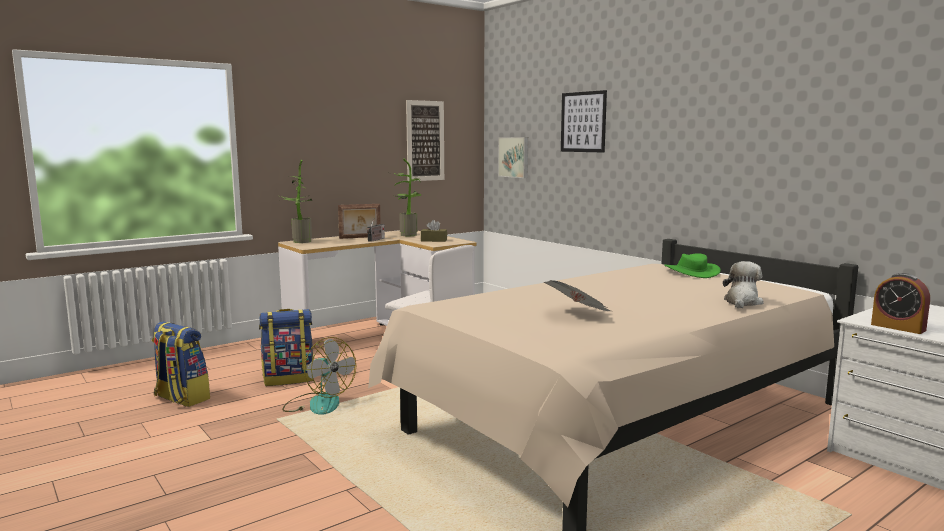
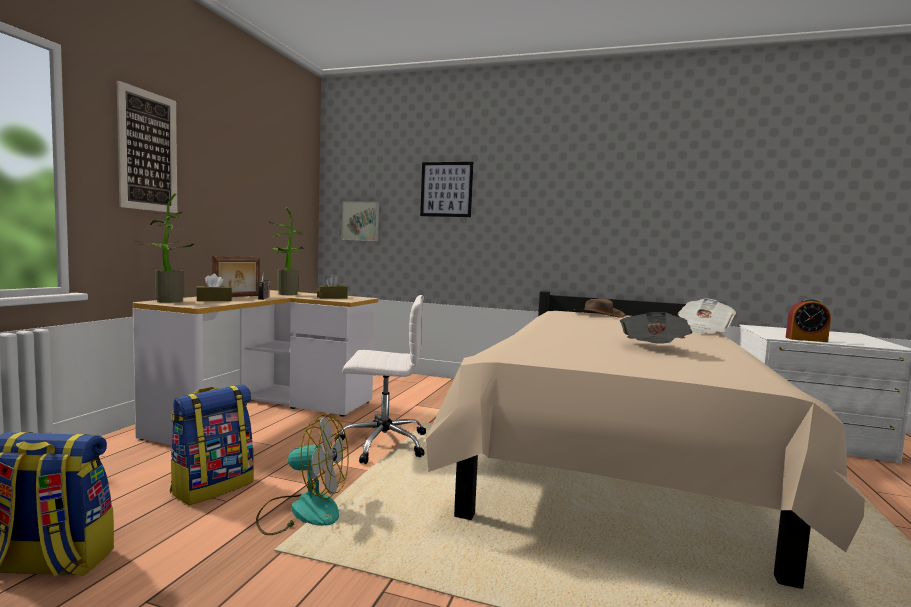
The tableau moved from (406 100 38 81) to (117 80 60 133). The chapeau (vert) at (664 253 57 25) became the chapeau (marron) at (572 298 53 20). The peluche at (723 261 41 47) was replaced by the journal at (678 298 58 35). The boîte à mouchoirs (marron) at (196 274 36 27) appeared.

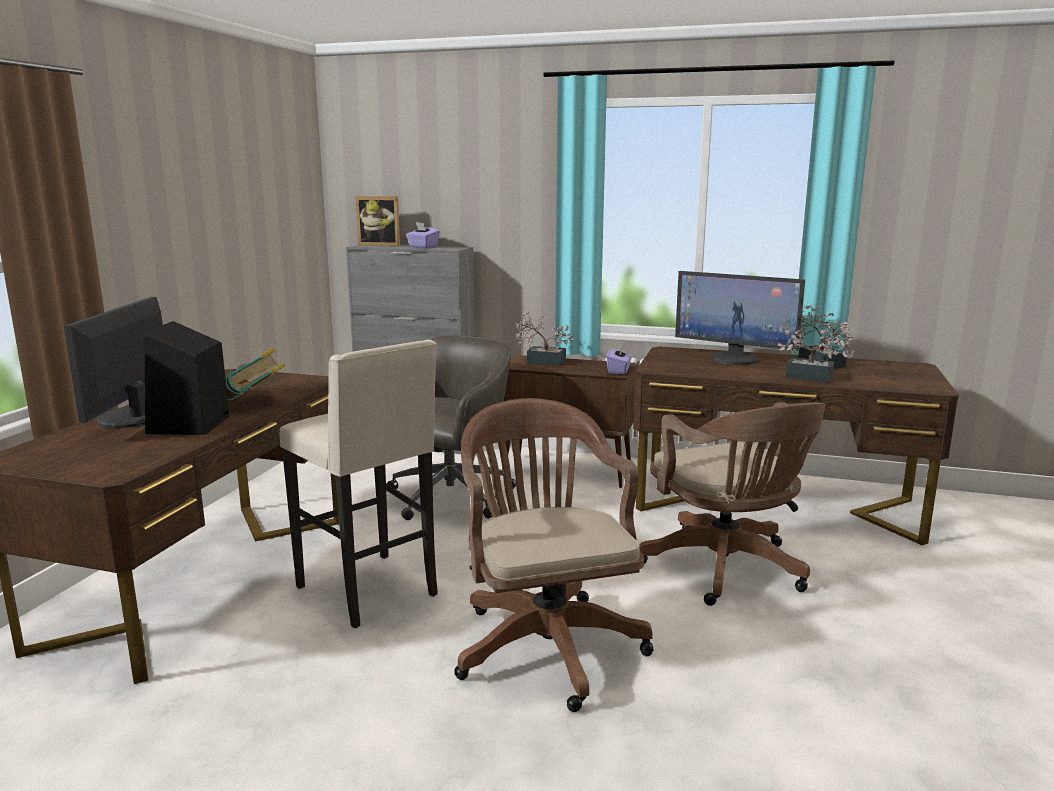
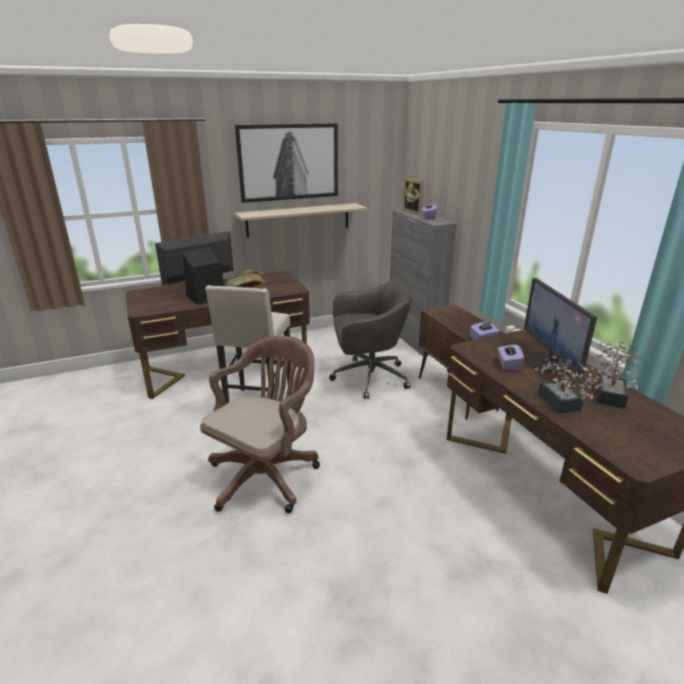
The plante en pot at (515 311 59 55) disappeared. The chaise de bureau (marron) at (640 402 185 204) disappeared. The tableau at (235 123 103 80) appeared. The étagère at (235 203 132 34) appeared. The boîte à mouchoirs (violet) at (498 344 26 27) appeared.

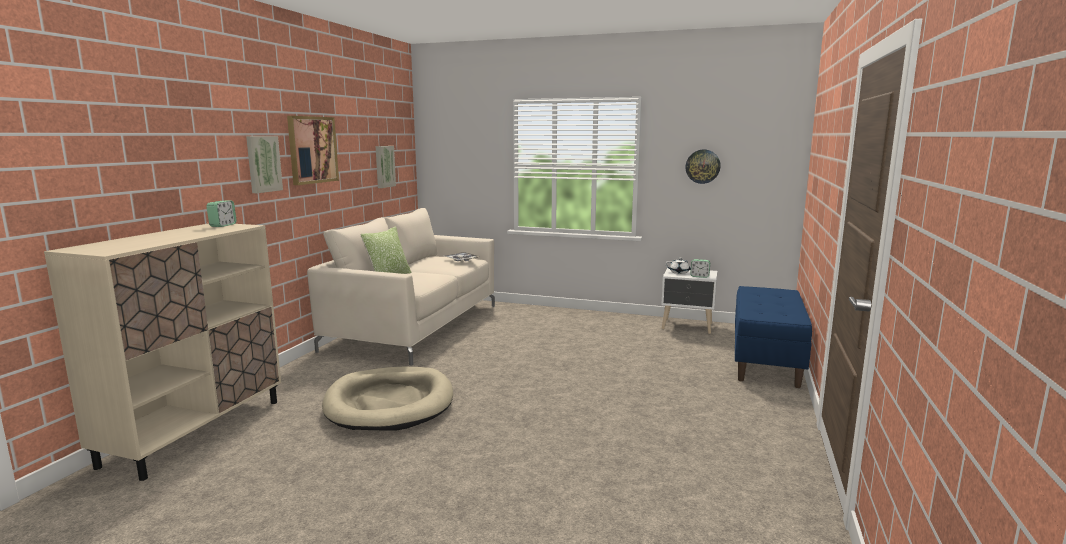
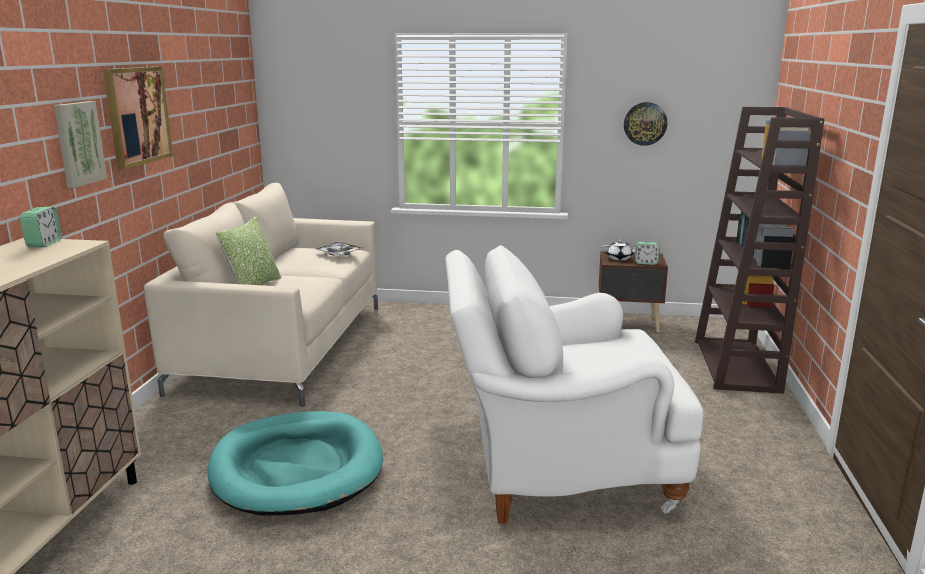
The panier pour chien (beige) at (322 367 131 64) became the panier pour chien (turquoise) at (208 411 175 105). The tableau at (375 146 21 42) disappeared. The table de chevet (blanc) at (661 268 56 66) became the table de chevet (marron) at (599 251 69 81). The banc (bleu) at (735 286 77 102) was replaced by the bibliothèque (marron) at (695 107 130 287). The fauteuil (blanc) at (445 245 258 278) appeared.

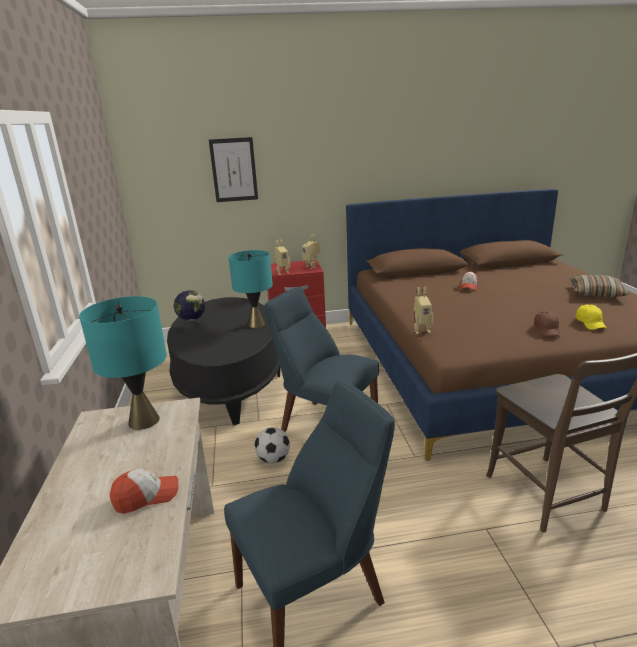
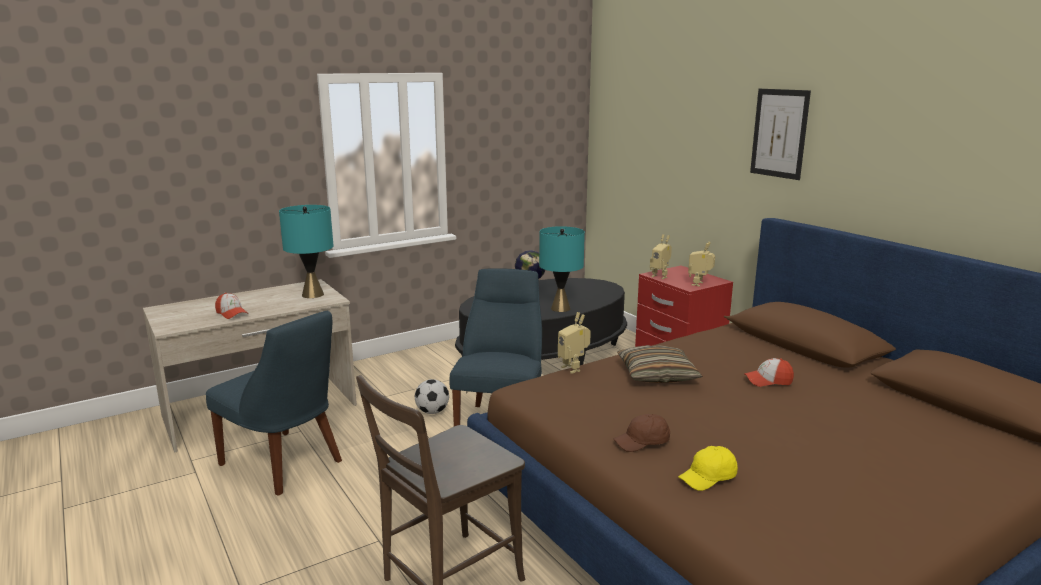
The tableau moved from (209 137 49 65) to (750 89 61 91). The coussin moved from (570 275 59 22) to (617 345 86 38).

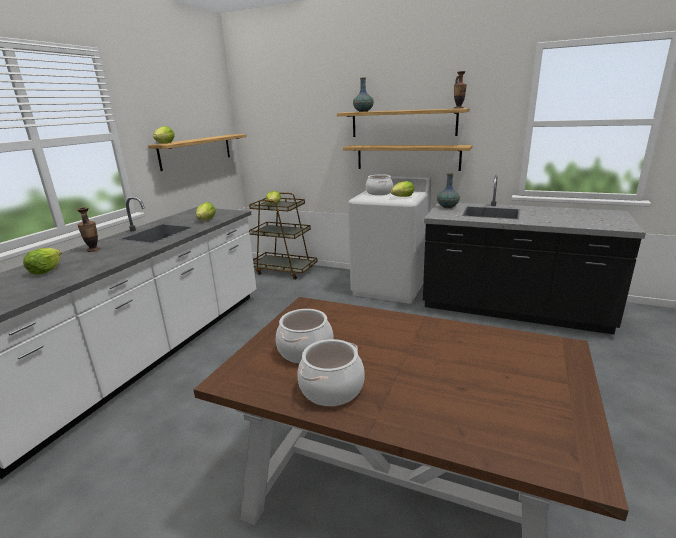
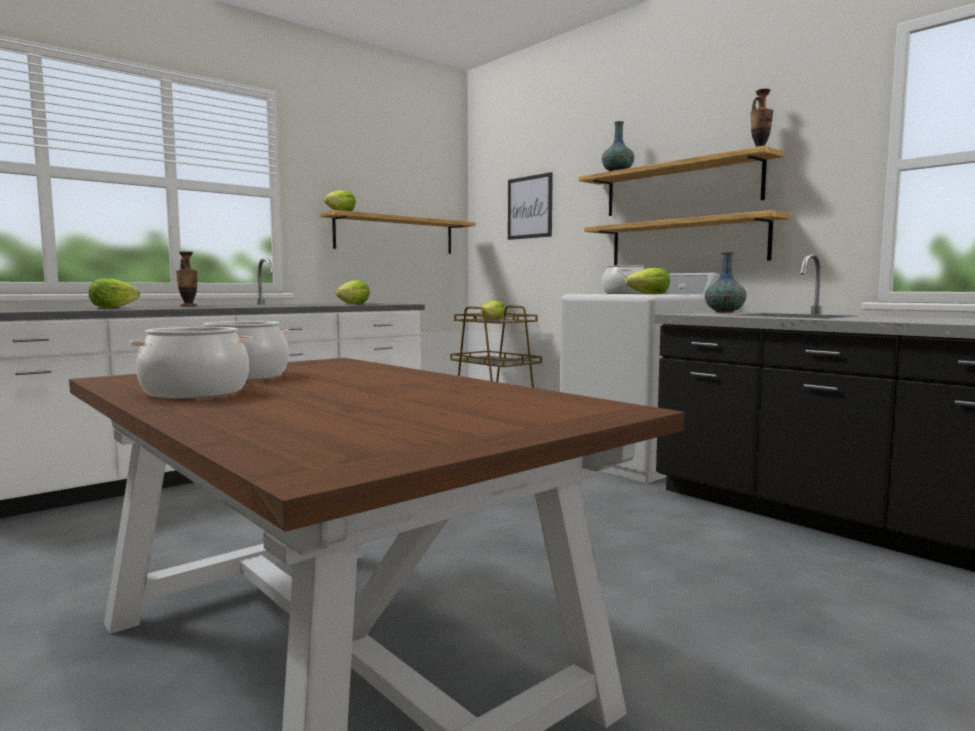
The tableau at (508 172 45 68) appeared.

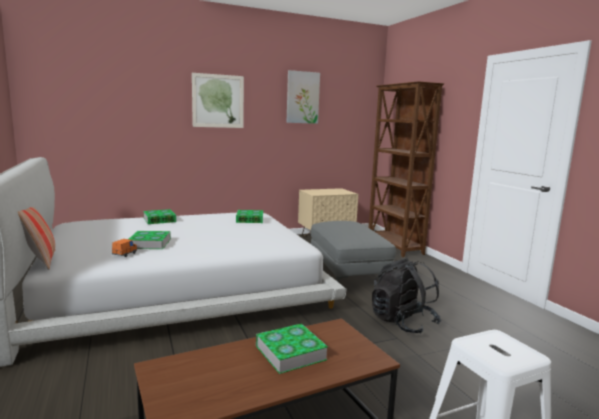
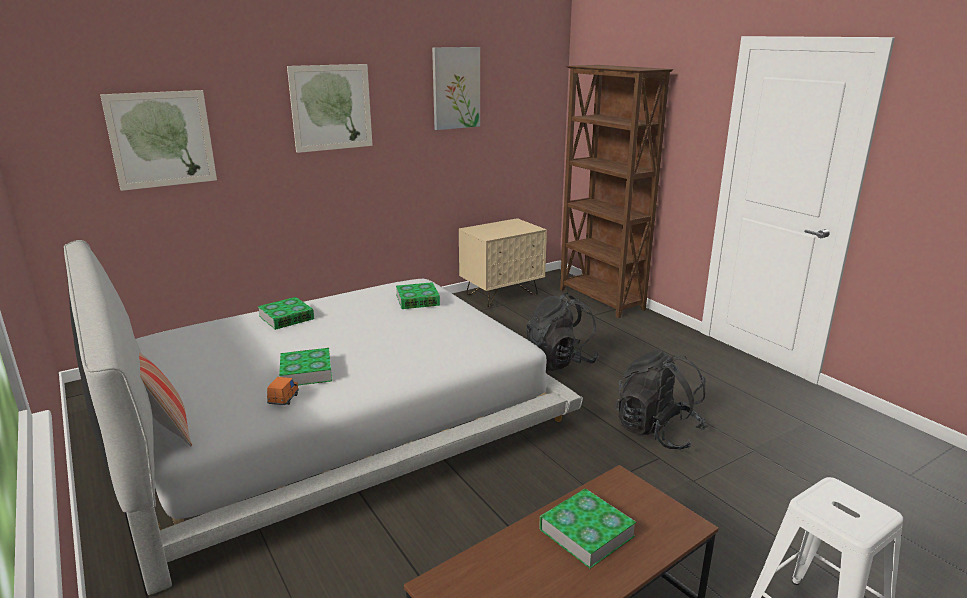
The pouf (gris) at (311 221 85 61) was replaced by the sac à dos (noir) at (527 293 72 78). The tableau at (100 90 117 101) appeared.

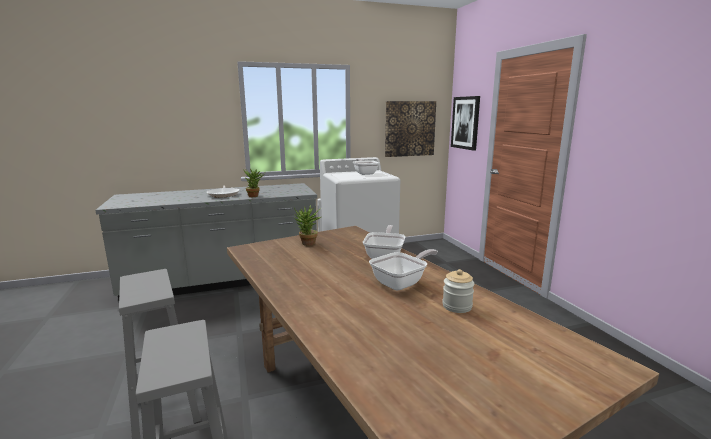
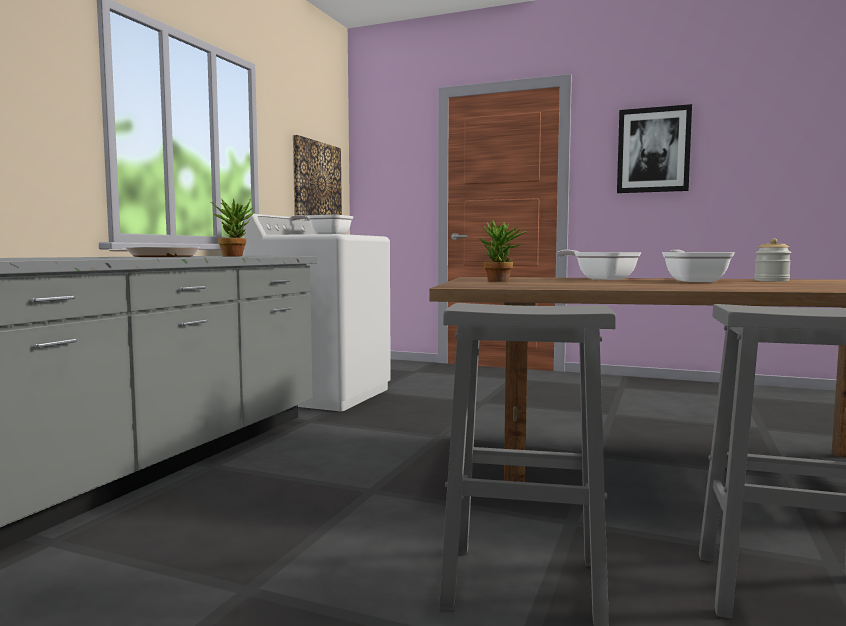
The tableau moved from (451 96 29 55) to (617 104 75 89).

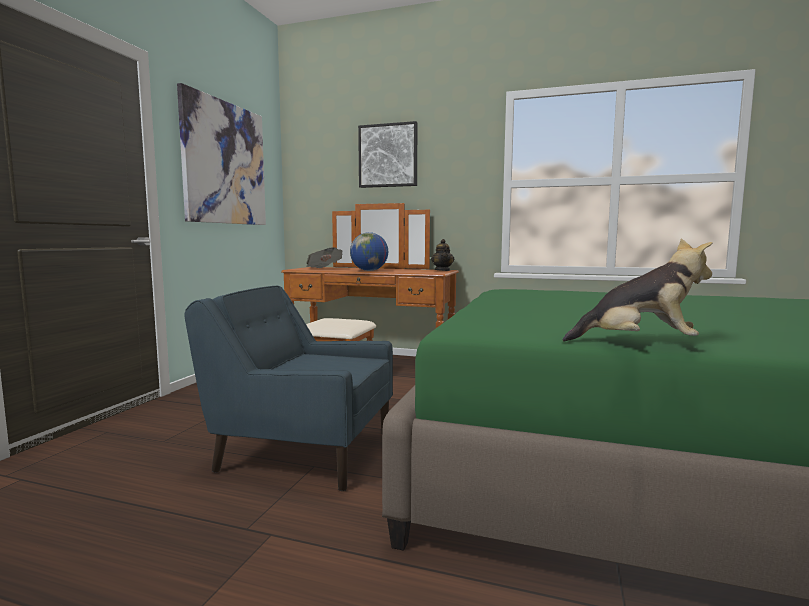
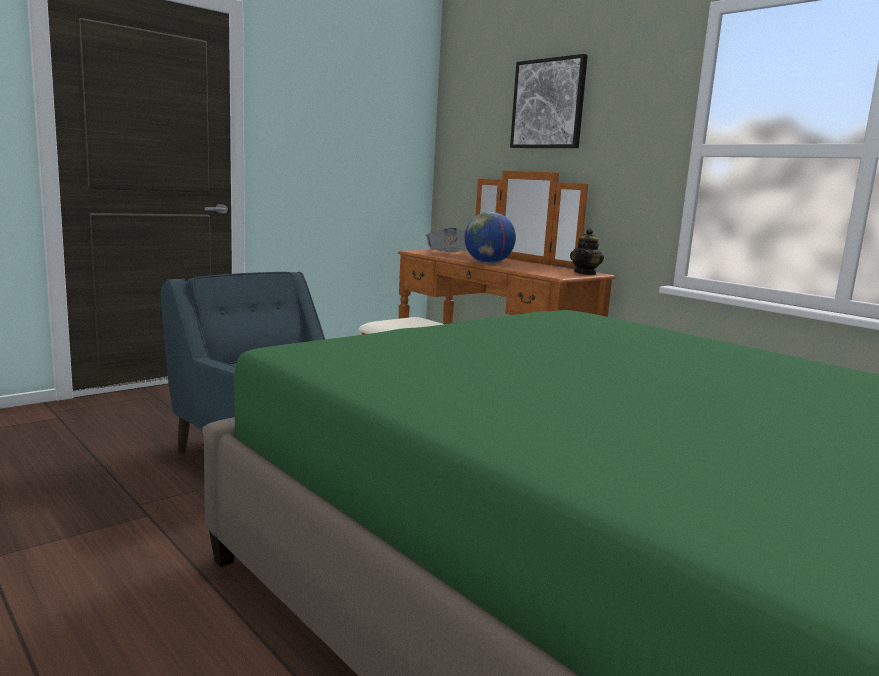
The tableau at (177 83 89 142) disappeared. The peluche at (563 239 149 103) disappeared.

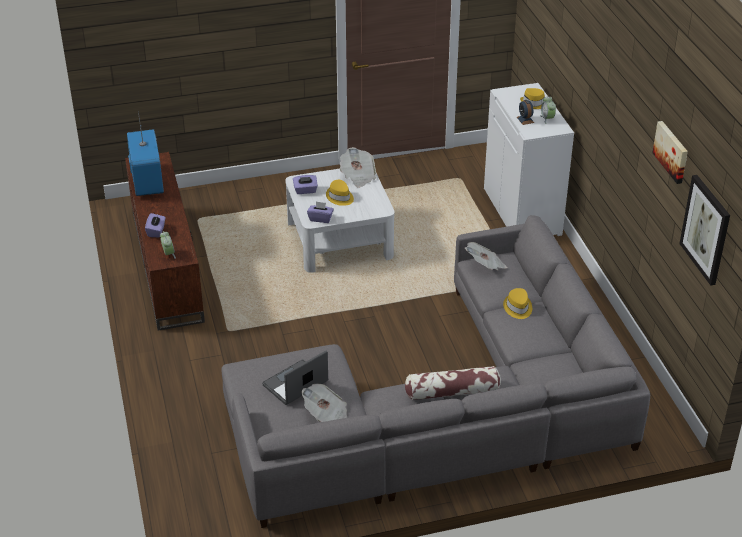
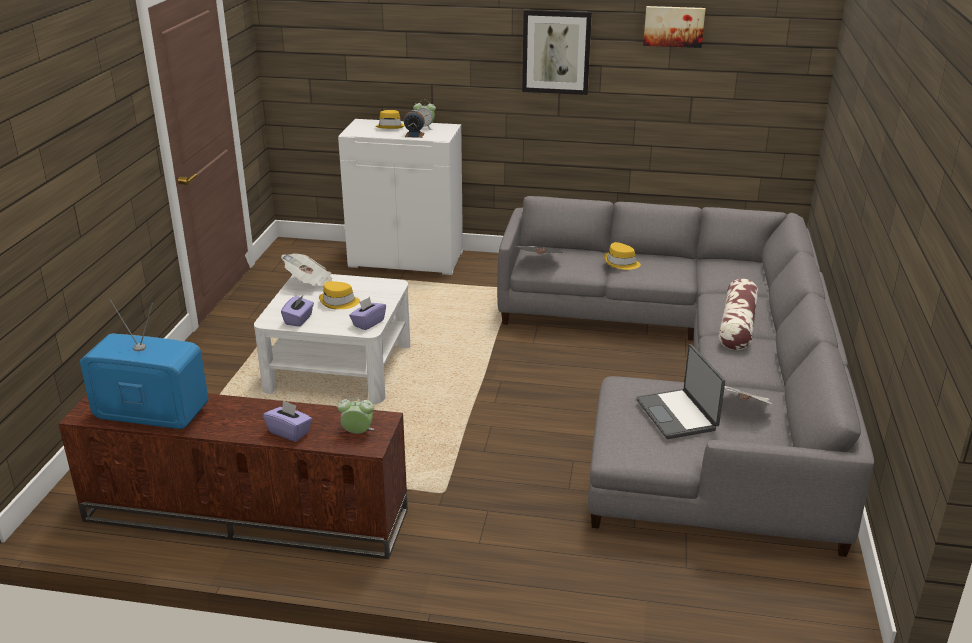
The tableau moved from (679 175 51 111) to (522 10 70 85).

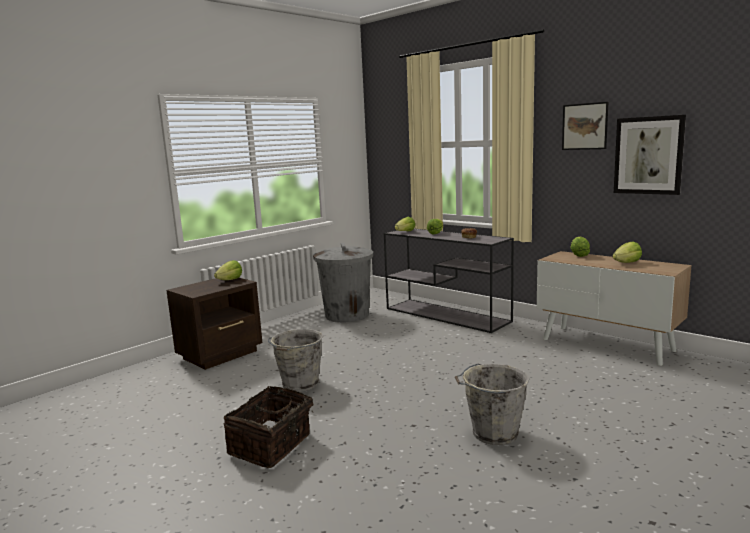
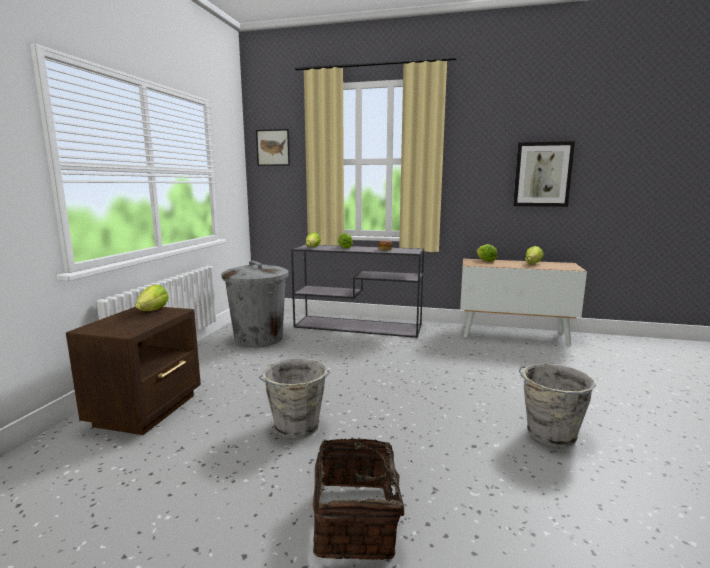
The tableau moved from (562 102 46 48) to (256 129 34 37).

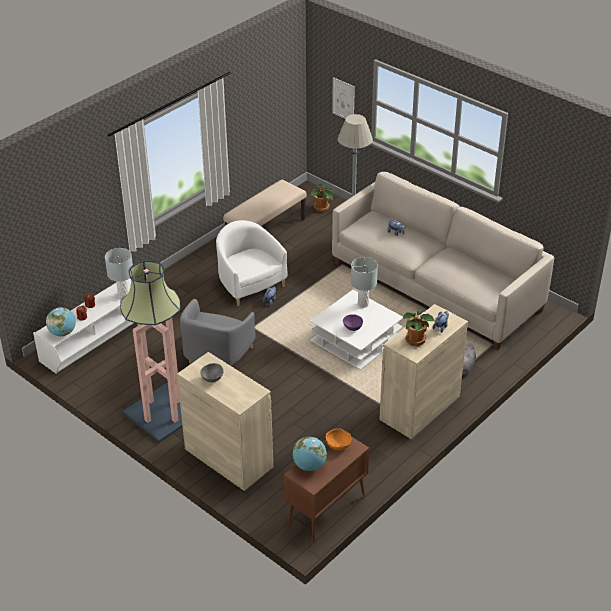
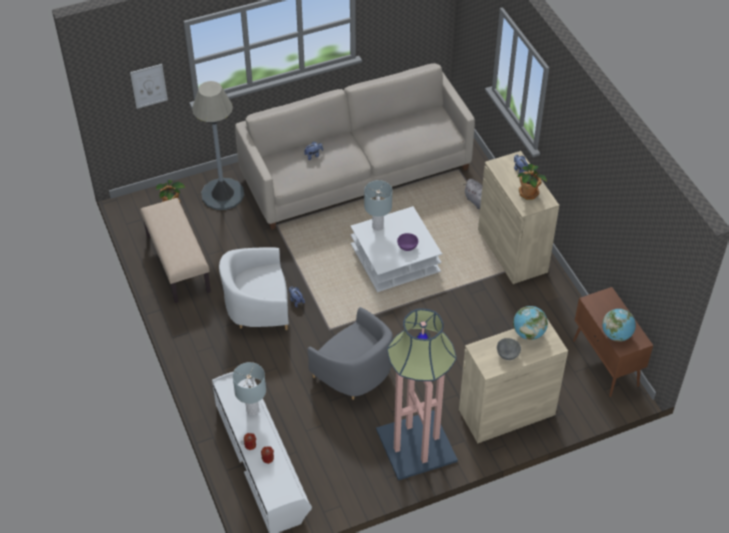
The globe moved from (46 307 30 29) to (513 306 35 34). The bol (orange) at (326 428 25 22) disappeared.

